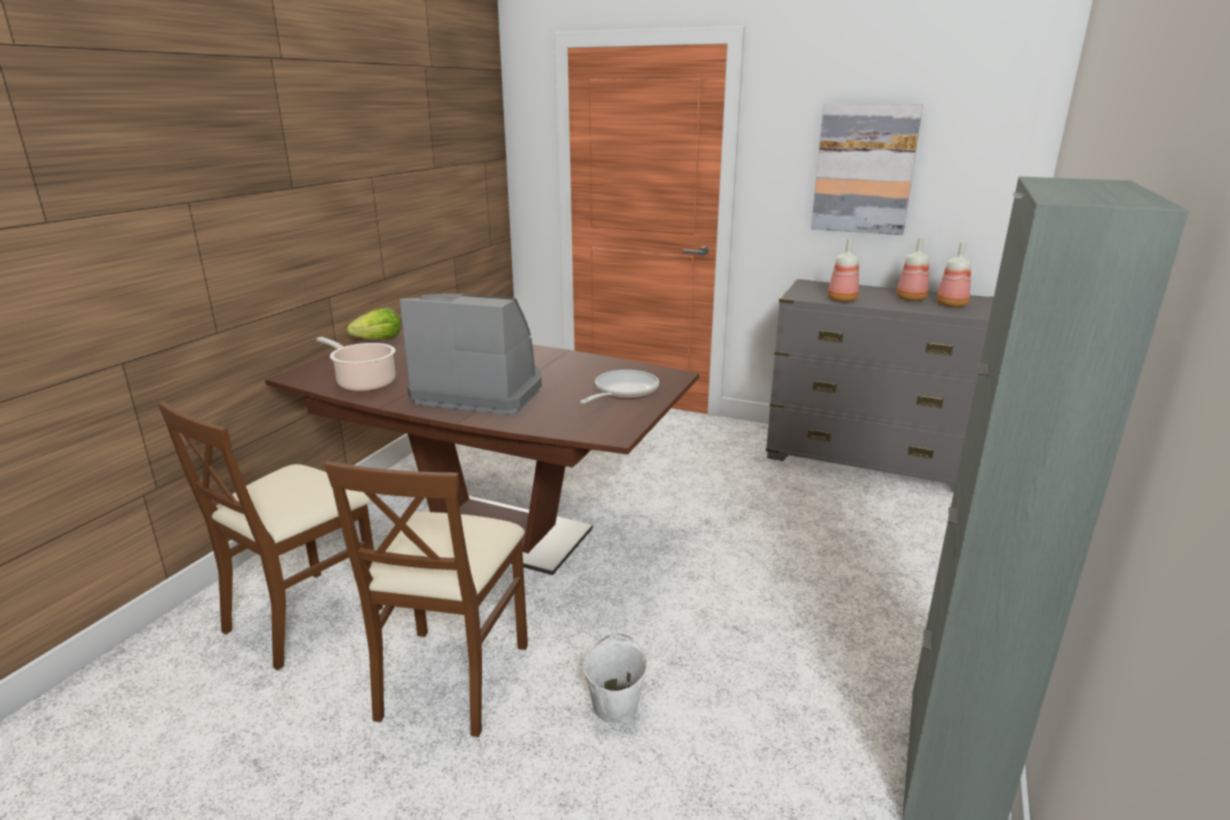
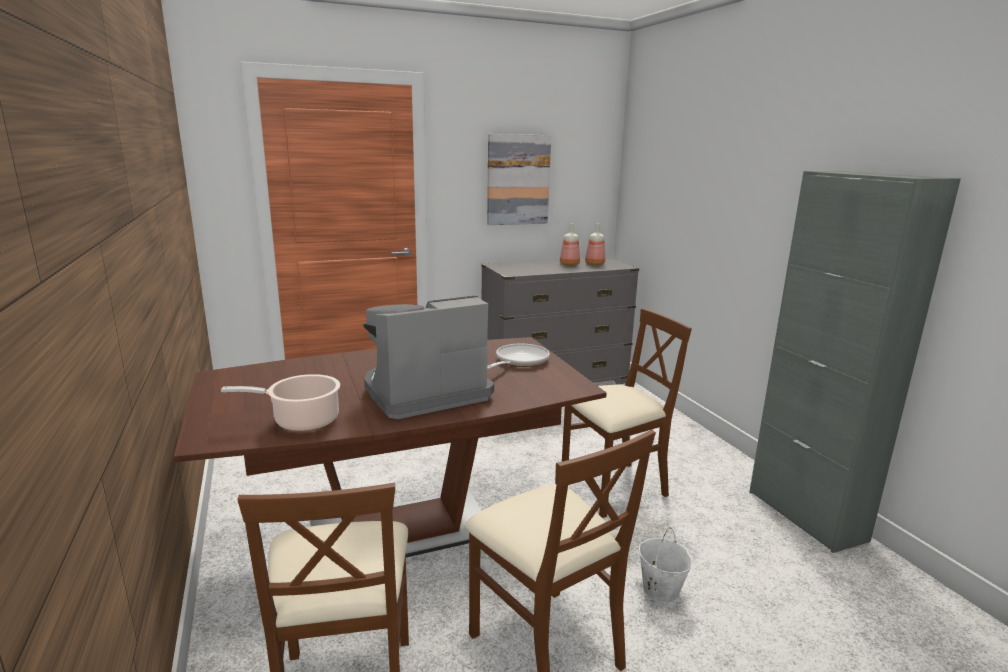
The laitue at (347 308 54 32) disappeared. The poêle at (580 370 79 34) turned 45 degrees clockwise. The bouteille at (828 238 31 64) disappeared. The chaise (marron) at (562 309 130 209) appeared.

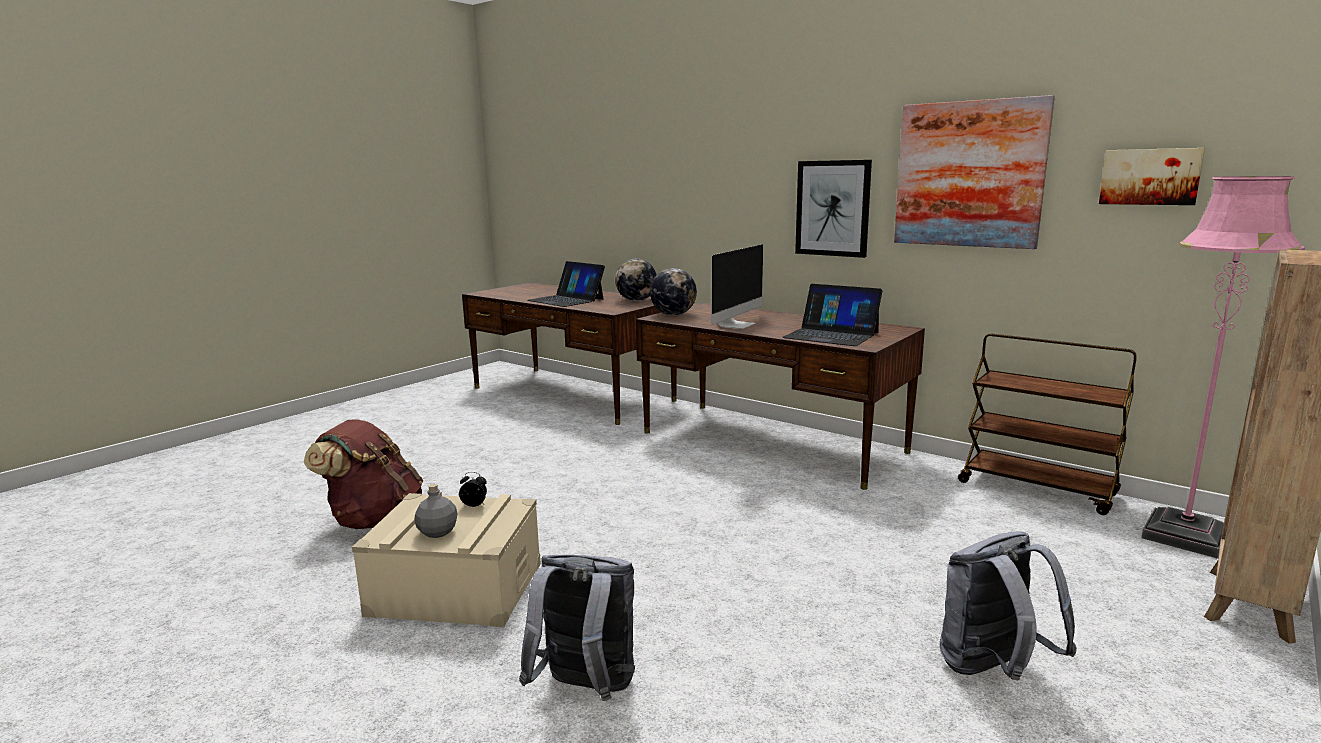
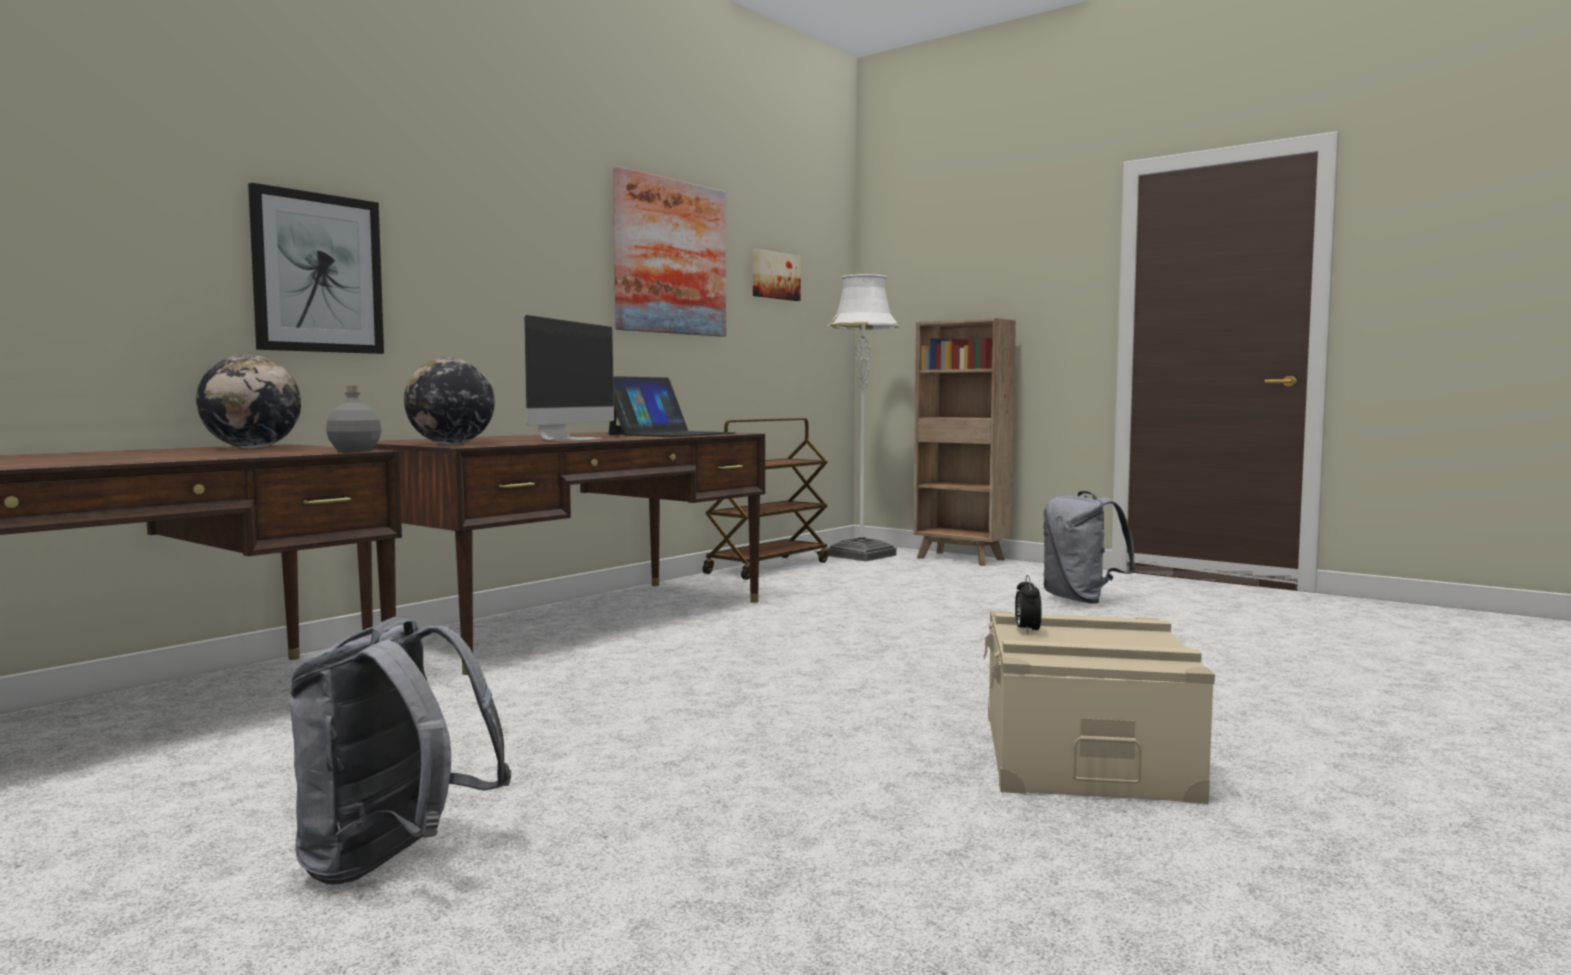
The sac à dos (marron) at (304 419 119 110) disappeared. The bouteille (gris) moved from (415 484 43 54) to (326 386 55 66). The sac à dos (gris) moved from (519 555 116 146) to (290 616 221 269). The ordinateur portable at (527 261 78 46) disappeared. The écran d'ordinateur at (711 244 52 85) turned 75 degrees clockwise. The tableau moved from (795 160 77 98) to (248 183 136 171). The lampadaire (rose) at (1141 176 164 383) became the lampadaire (blanc) at (827 274 73 287).

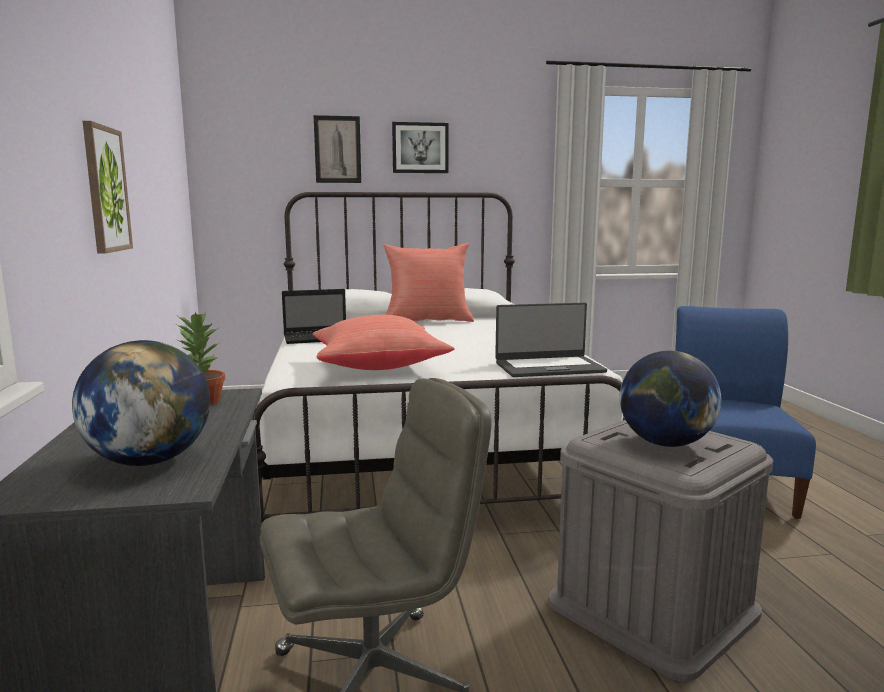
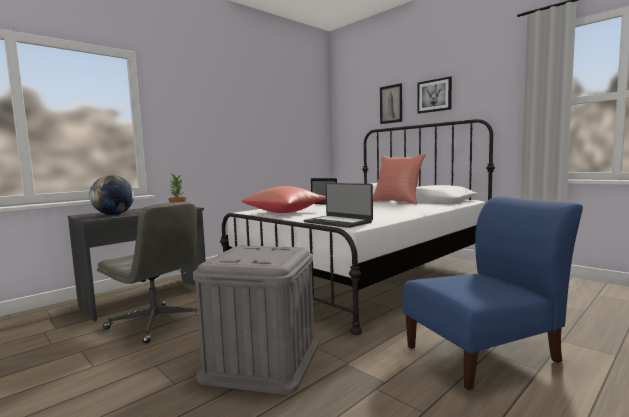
The tableau at (83 121 50 133) disappeared. The globe at (620 351 101 96) disappeared.

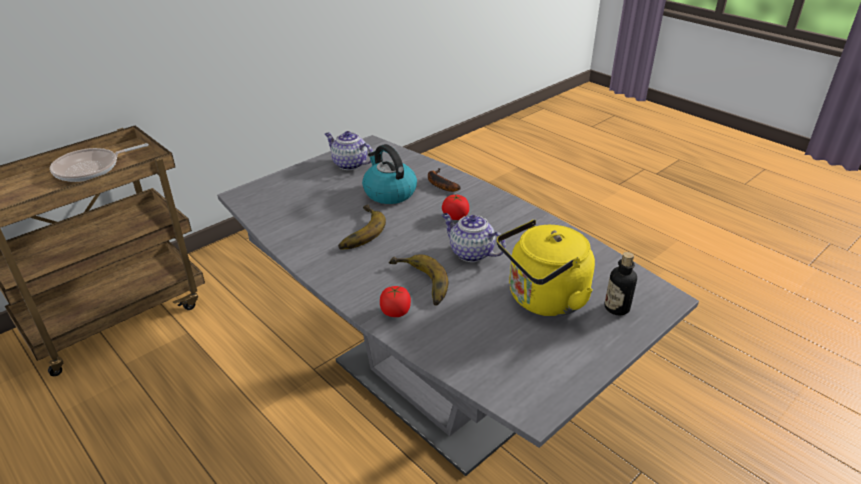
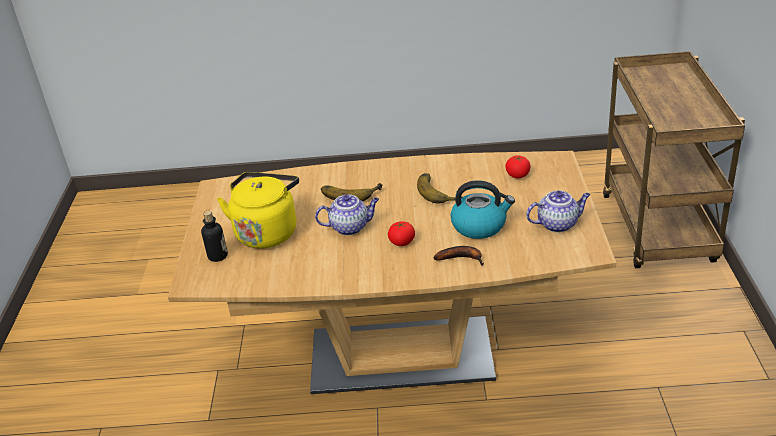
The poêle at (50 143 99 39) disappeared. The table à manger (gris) at (217 135 482 341) became the table à manger (marron) at (168 151 448 243). The tomate moved from (380 286 31 31) to (505 155 26 23).

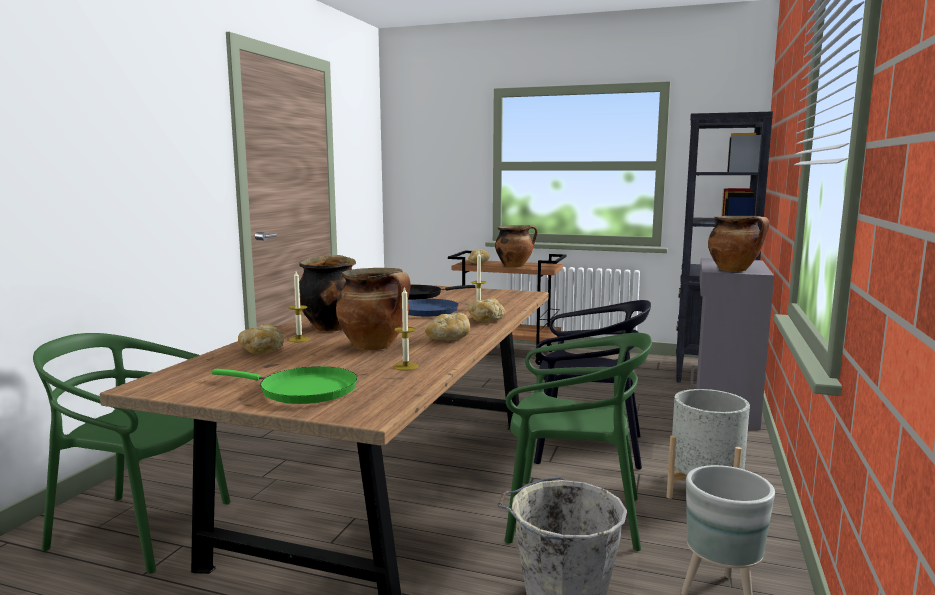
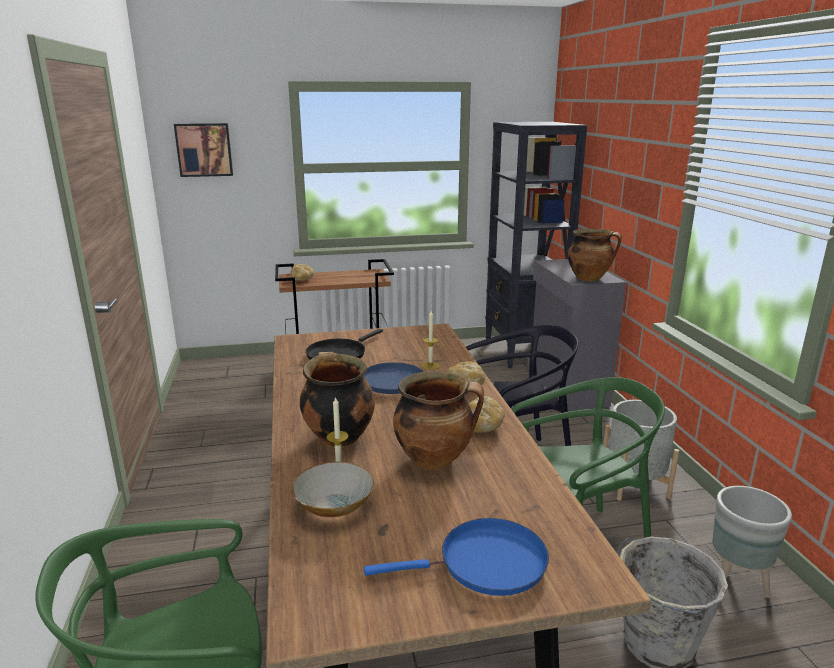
The poêle (vert) at (212 366 146 38) became the poêle (bleu) at (364 518 185 78). The pain at (238 324 46 30) was replaced by the bol at (292 462 82 55). The bougie at (393 286 26 85) disappeared. The marmite at (495 225 43 42) disappeared. The tableau at (174 123 59 54) appeared.

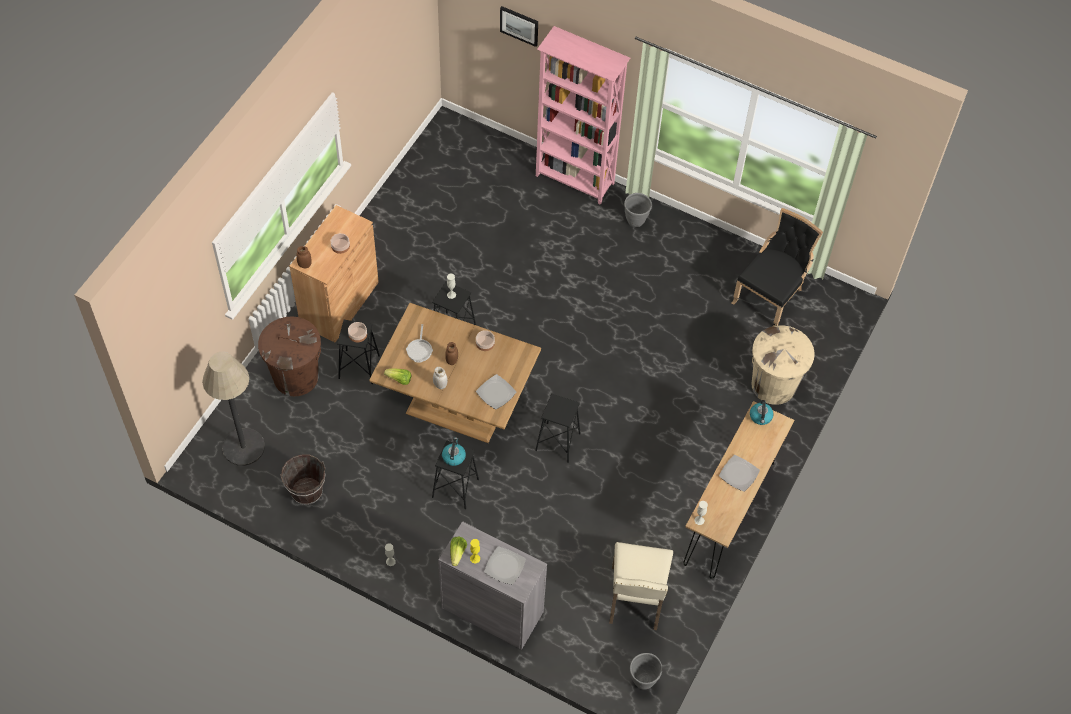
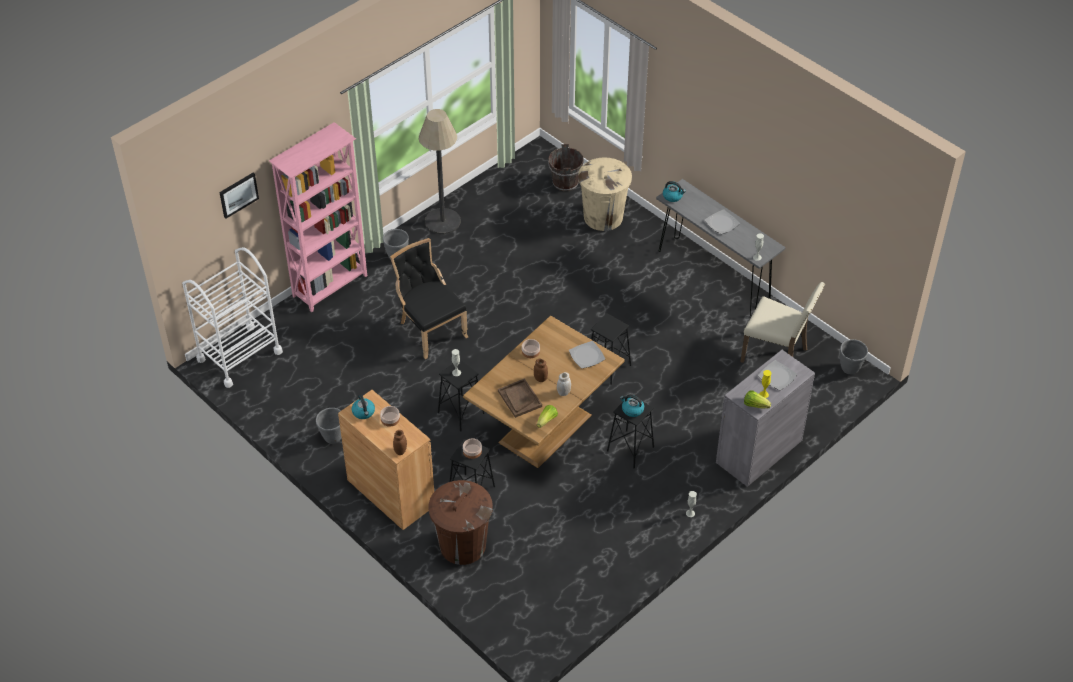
The lampadaire moved from (202 352 63 114) to (419 109 42 125). The seau (marron) moved from (280 454 45 51) to (548 144 36 47). The poêle at (406 324 27 39) was replaced by the plateau (marron) at (498 378 44 40). The table console (marron) at (684 401 110 178) became the table console (gris) at (656 179 130 137). The chaise (noir) moved from (731 208 92 118) to (390 238 78 121). The chariot (blanc) at (182 247 101 141) appeared. The cache-pot (gris) at (316 408 25 36) appeared. The bouilloire at (352 394 23 25) appeared.

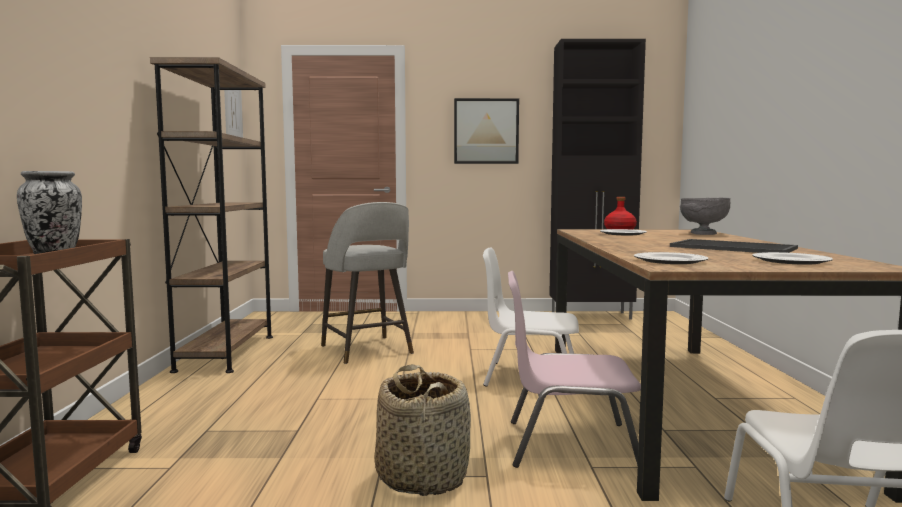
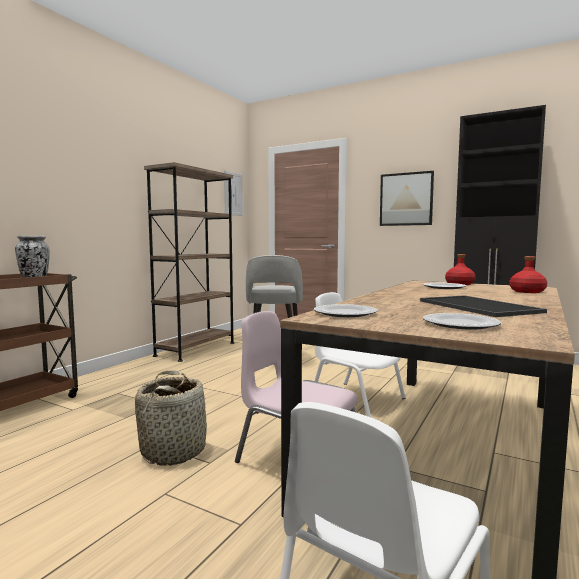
The bol (gris) at (680 198 51 37) was replaced by the bouteille (rouge) at (510 256 37 37).

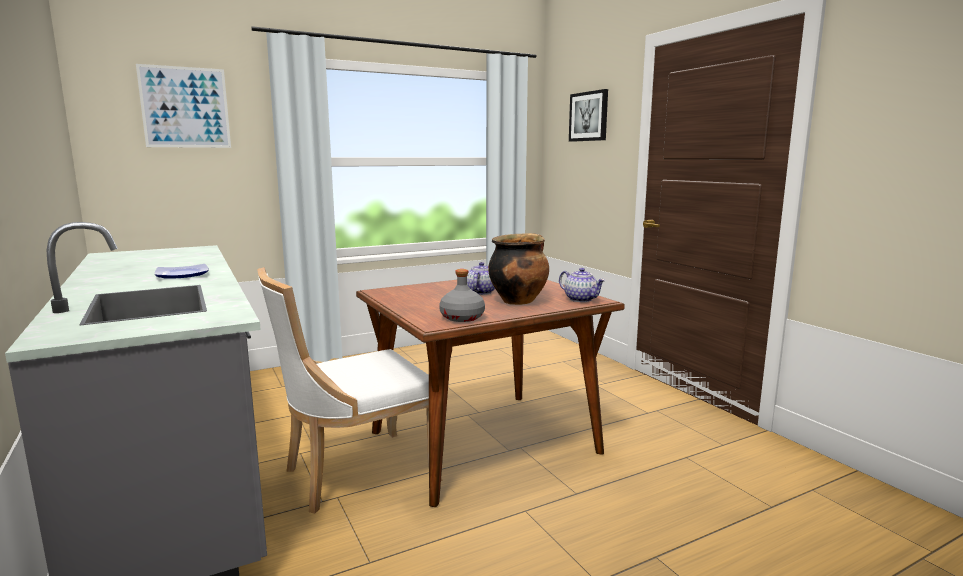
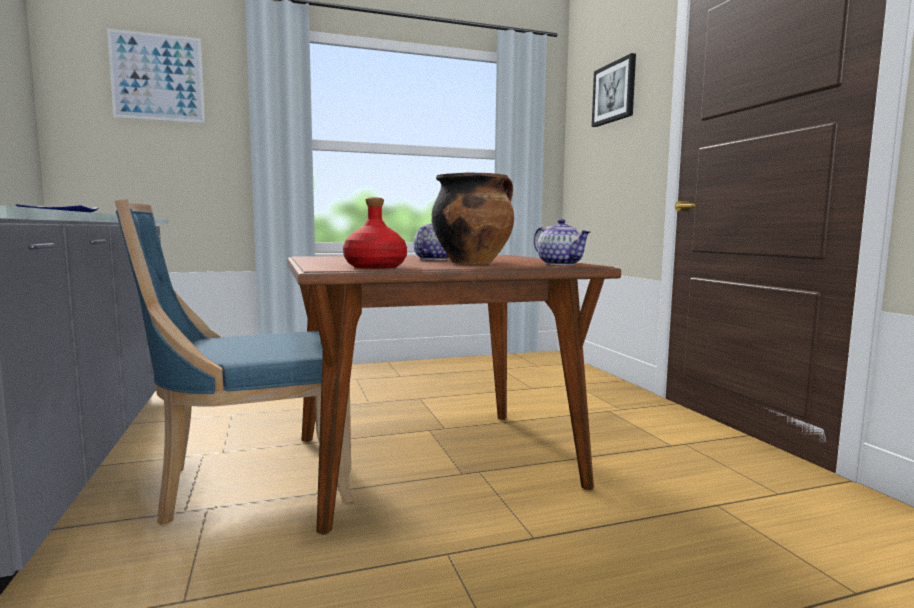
The chaise (blanc) at (257 267 186 247) became the chaise (bleu) at (114 199 239 326). The bouteille (gris) at (439 269 46 53) became the bouteille (rouge) at (343 198 64 71).

